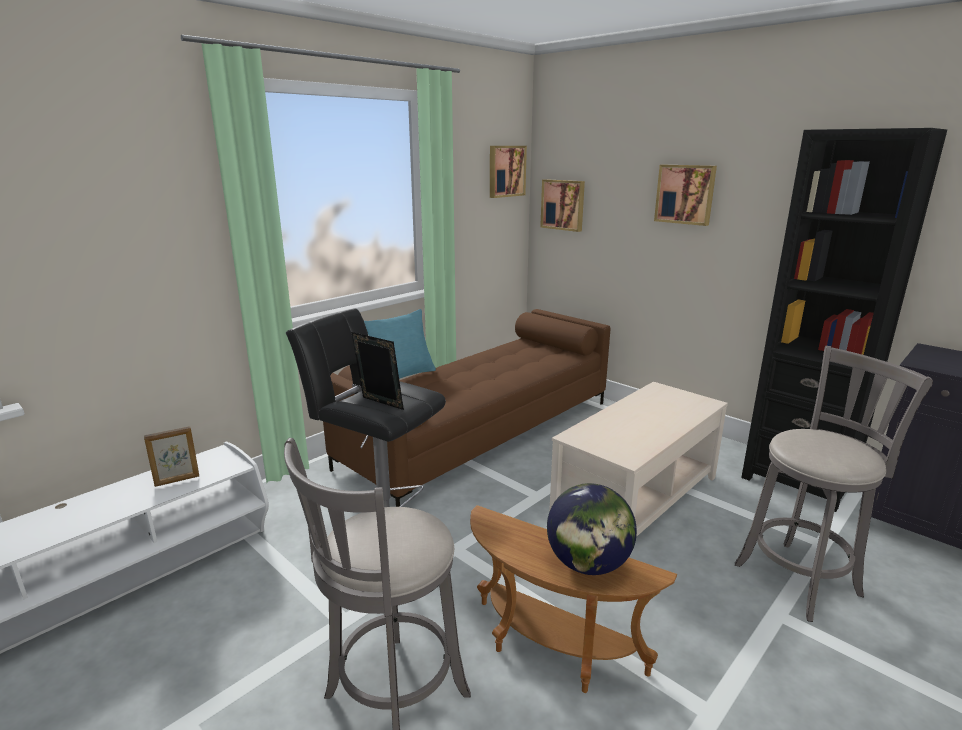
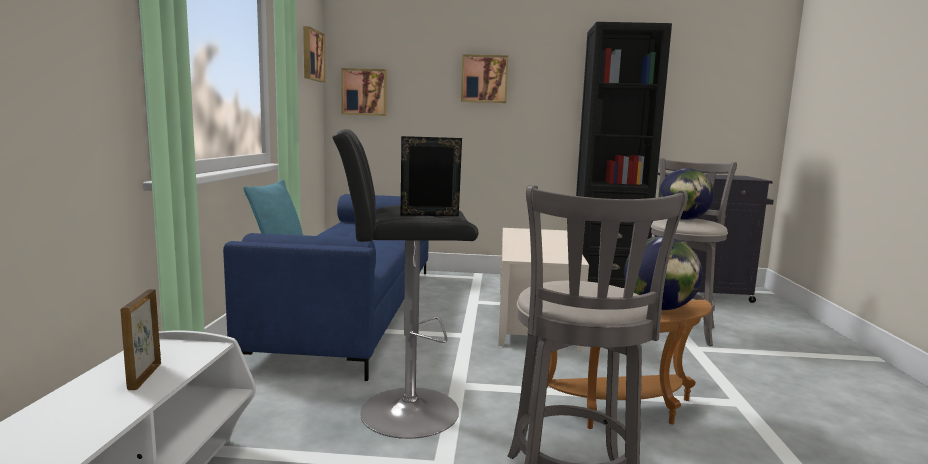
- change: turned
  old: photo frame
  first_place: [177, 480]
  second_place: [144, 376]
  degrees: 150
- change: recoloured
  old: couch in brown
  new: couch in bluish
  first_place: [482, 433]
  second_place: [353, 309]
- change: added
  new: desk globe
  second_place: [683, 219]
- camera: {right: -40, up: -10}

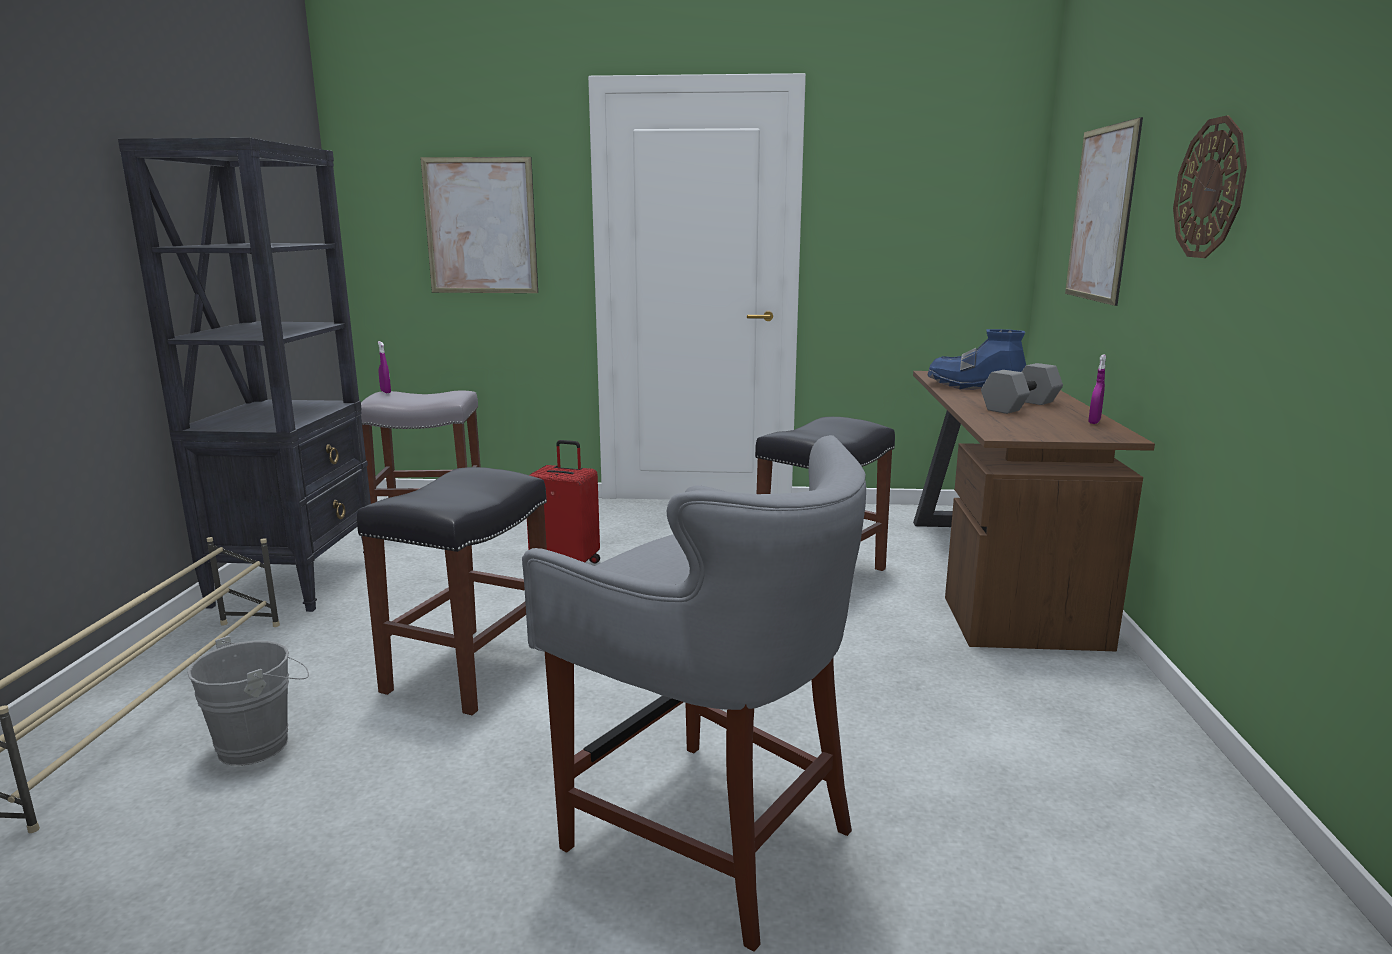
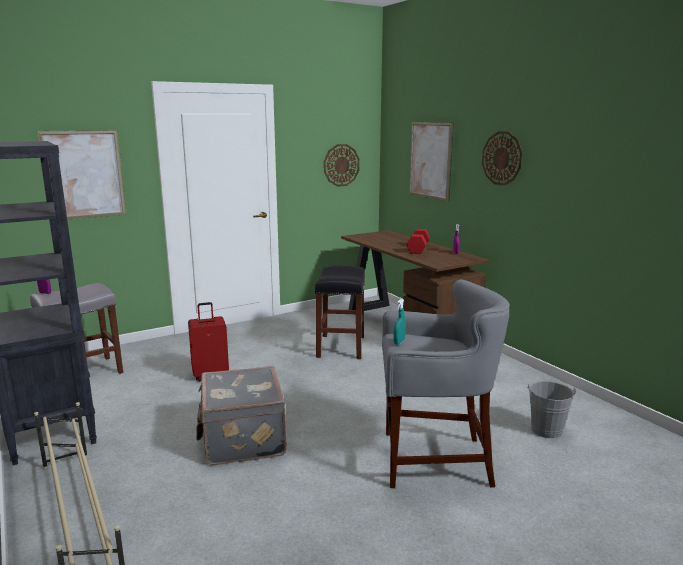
- change: moved
  old: water bucket in grey
  first_place: [261, 743]
  second_place: [546, 428]
- change: replaced
  old: stool in black
  new: piece of luggage in grey
  first_place: [469, 670]
  second_place: [242, 439]
- change: removed
  old: boot in bluish
  first_place: [975, 386]
- change: recoloured
  old: dumbbell in grey
  new: dumbbell in reddish
  first_place: [1021, 406]
  second_place: [418, 249]
- change: added
  new: wall clock
  second_place: [341, 165]
- change: added
  new: hand sprayer in turquoise
  second_place: [399, 342]
- camera: {right: -35, up: 0}

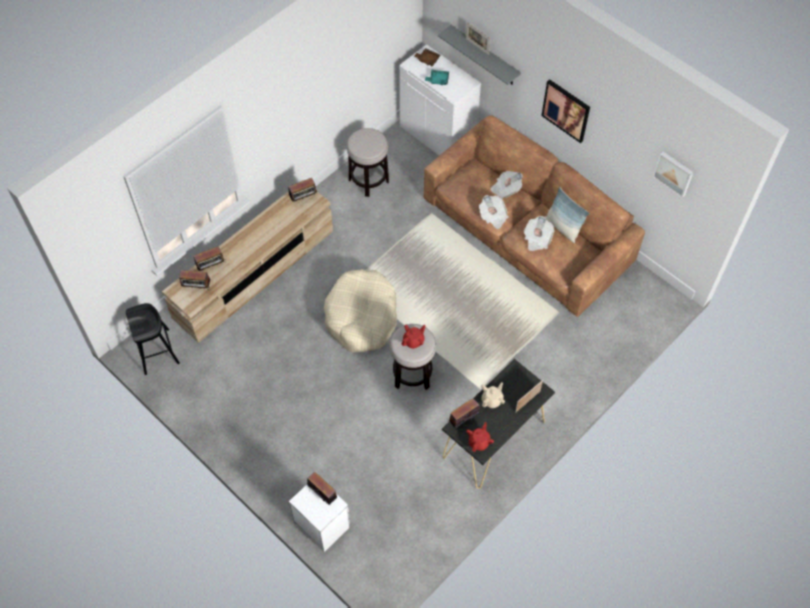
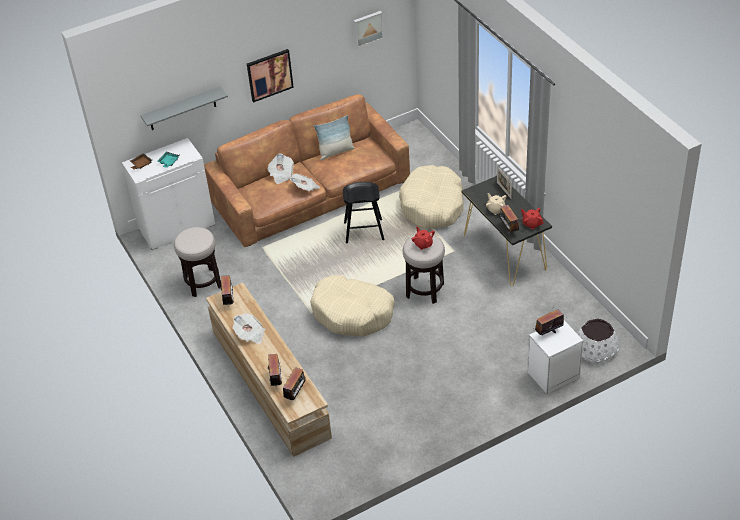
- change: moved
  old: stool in black
  first_place: [156, 351]
  second_place: [363, 231]
- change: removed
  old: photo frame
  first_place: [477, 46]
- change: moved
  old: newspaper
  first_place: [537, 239]
  second_place: [250, 334]
- change: added
  new: dog bed in beige-coloured
  second_place: [432, 205]
- change: added
  new: flower pot in whitish
  second_place: [595, 349]
- camera: {right: -70, up: -15}

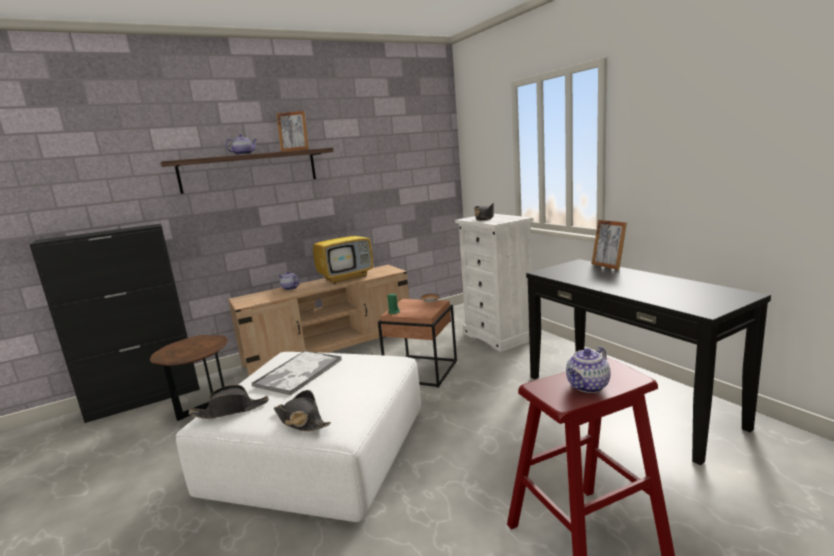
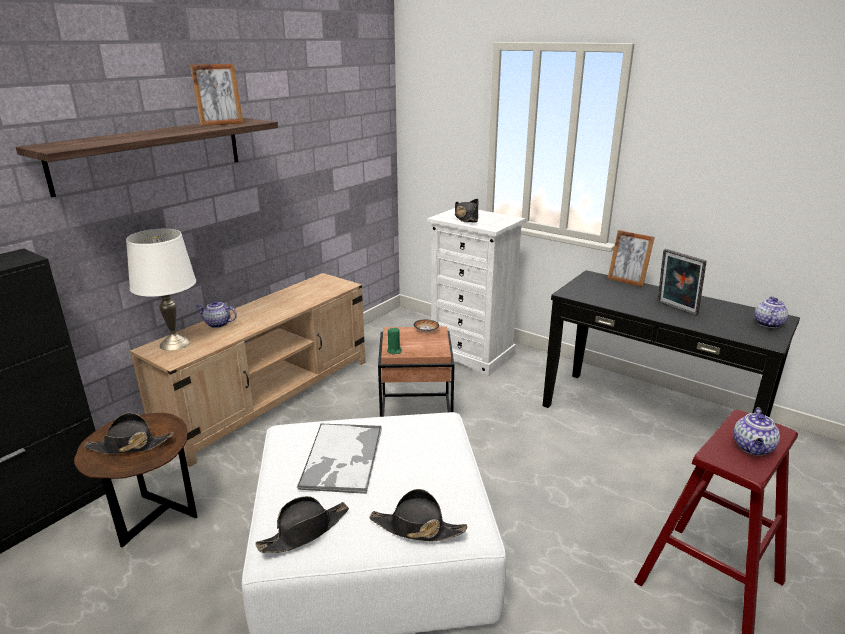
- change: moved
  old: tea pot
  first_place: [244, 154]
  second_place: [767, 323]
- change: removed
  old: TV
  first_place: [347, 278]
- change: added
  new: hat in black
  second_place: [130, 445]
- change: added
  new: lamp for a table in whitish
  second_place: [174, 343]
- change: added
  new: photo frame
  second_place: [675, 309]
- camera: {right: -25, up: 10}

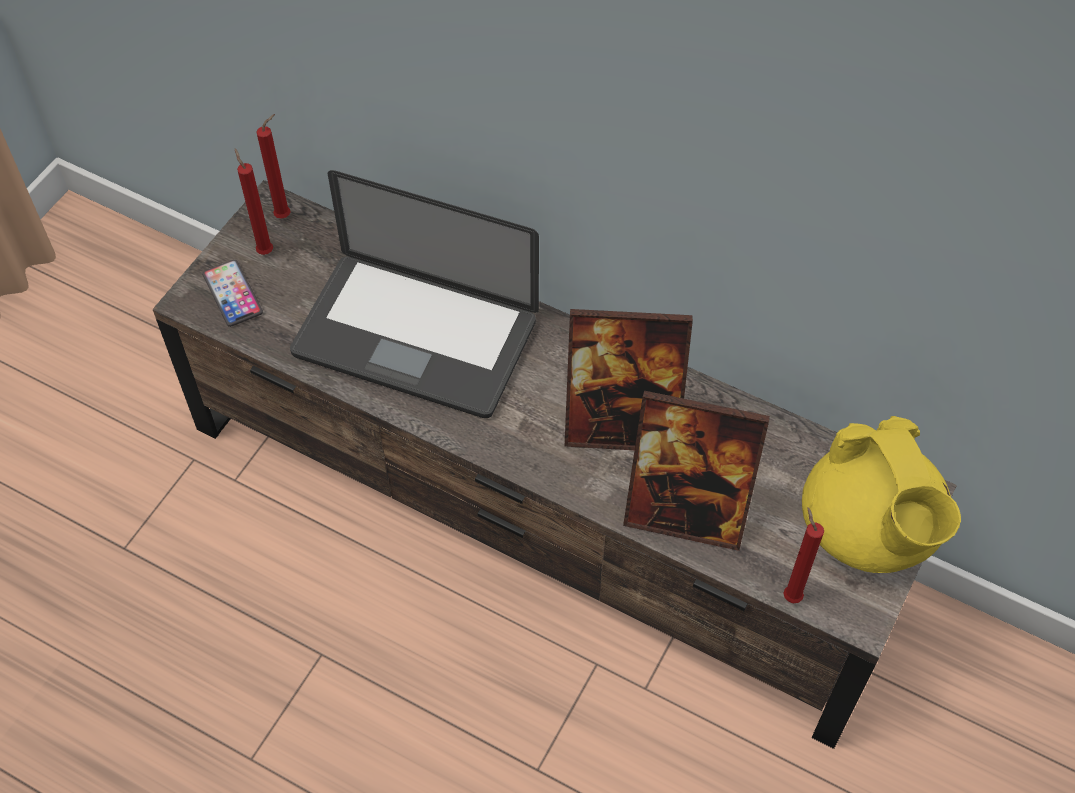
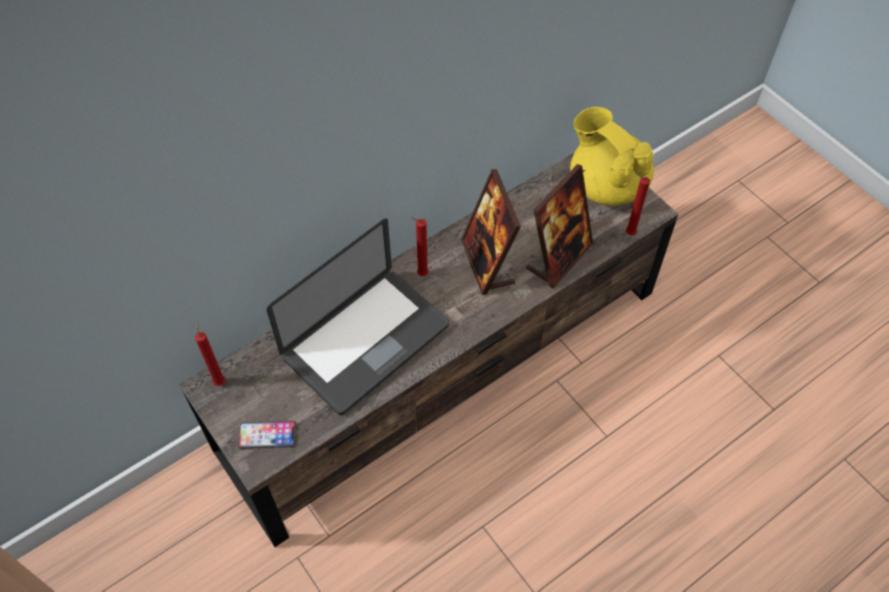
- change: moved
  old: candle in reddish
  first_place: [264, 250]
  second_place: [420, 274]
- change: turned
  old: photo frame
  first_place: [622, 426]
  second_place: [487, 263]
  degrees: 135
- change: turned
  old: tea pot in yellow-coloured
  first_place: [869, 531]
  second_place: [606, 185]
  degrees: -135
- camera: {right: -65, up: 0}

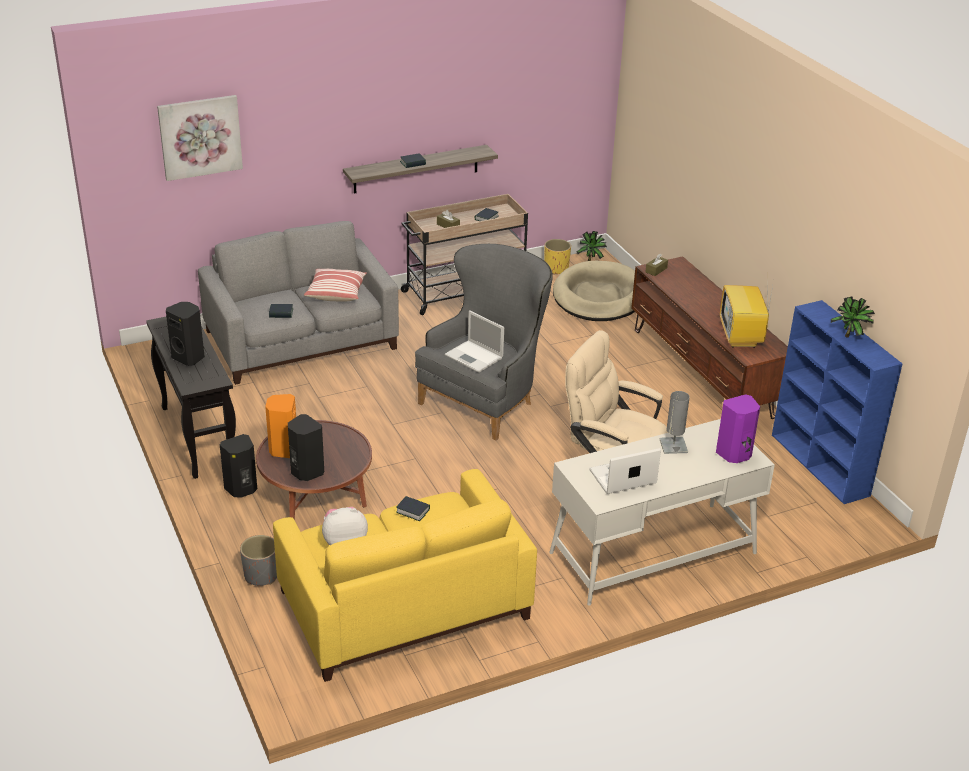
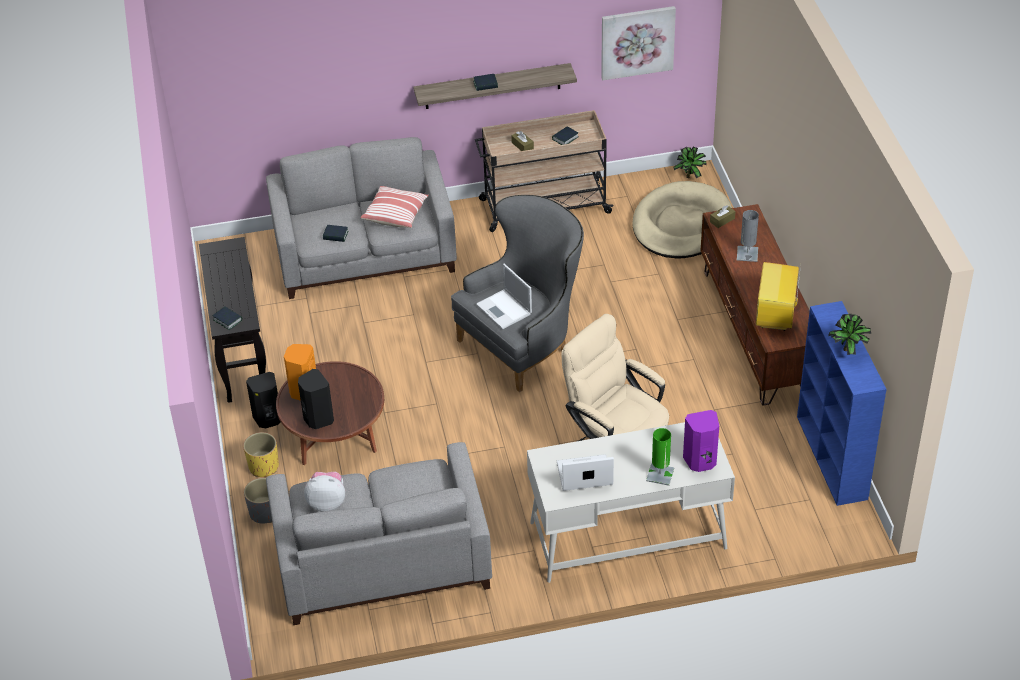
- change: moved
  old: wall picture
  first_place: [200, 136]
  second_place: [637, 41]
- change: removed
  old: speaker in black
  first_place: [189, 357]
- change: recoloured
  old: couch in yellow-coloured
  new: couch in grey
  first_place: [403, 603]
  second_place: [382, 558]
- change: moved
  old: bound book
  first_place: [412, 511]
  second_place: [227, 320]
- change: moved
  old: flower pot in yellow-coloured
  first_place: [556, 269]
  second_place: [263, 466]
- change: moved
  old: lamp for a table in grey
  first_place: [673, 446]
  second_place: [747, 254]
- change: added
  new: lamp for a table in green
  second_place: [660, 474]
- camera: {right: 15, up: 10}

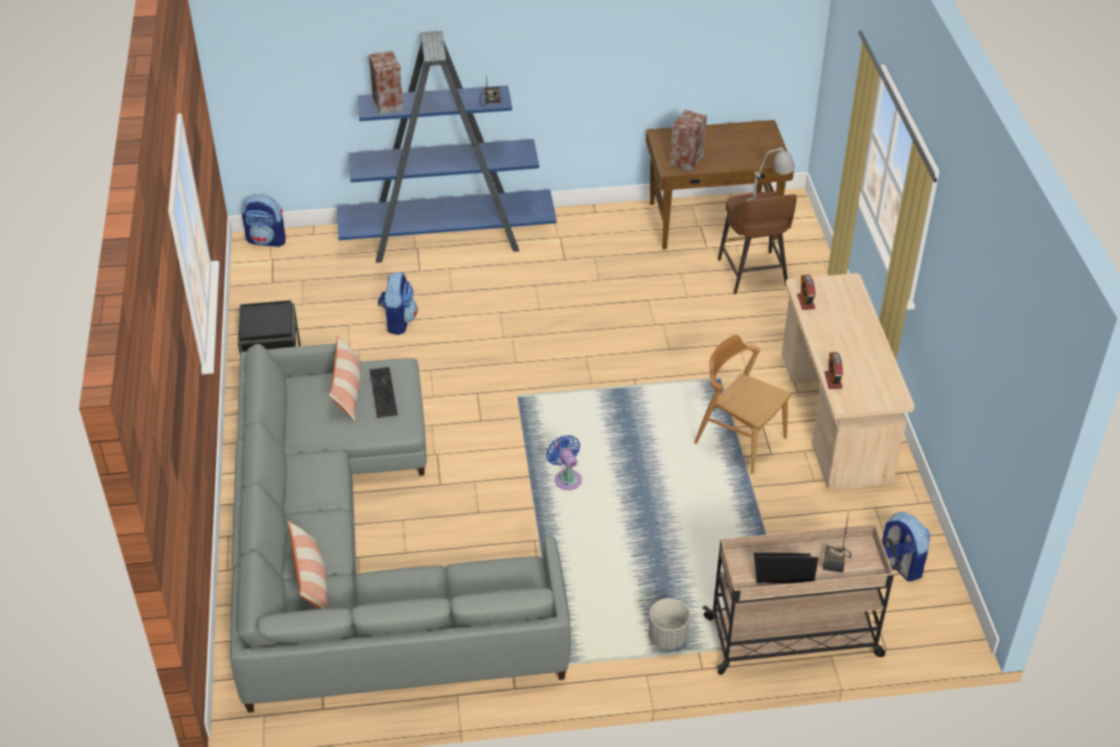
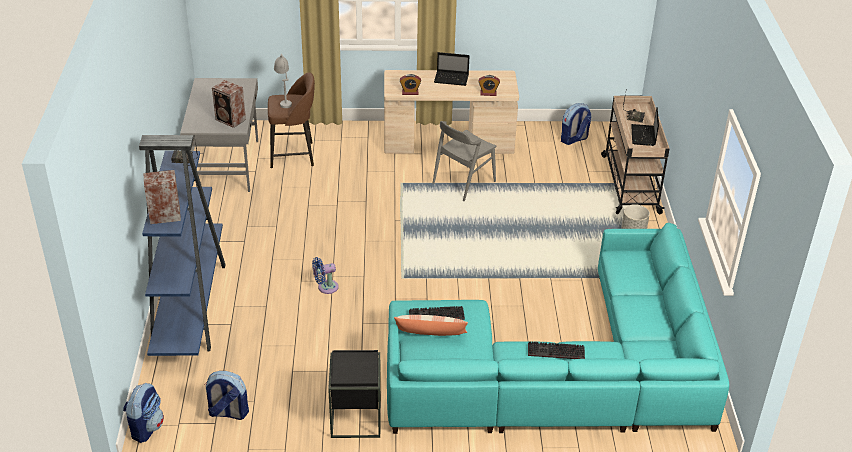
- change: recoloured
  old: couch in grey
  new: couch in turquoise
  first_place: [357, 554]
  second_place: [562, 370]
- change: removed
  old: pillow
  first_place: [311, 580]
- change: moved
  old: backpack
  first_place: [398, 321]
  second_place: [228, 413]
- change: moved
  old: electric fan in bluish
  first_place: [566, 478]
  second_place: [325, 287]
- change: recoloured
  old: desk unit in brown
  new: desk unit in grey
  first_place: [713, 222]
  second_place: [226, 164]
- change: recoloured
  old: upright chair in brown
  new: upright chair in grey
  first_place: [740, 440]
  second_place: [463, 182]
- change: added
  new: portable computer
  second_place: [452, 79]
- change: added
  new: keyboard
  second_place: [555, 352]
- camera: {right: -85, up: -5}

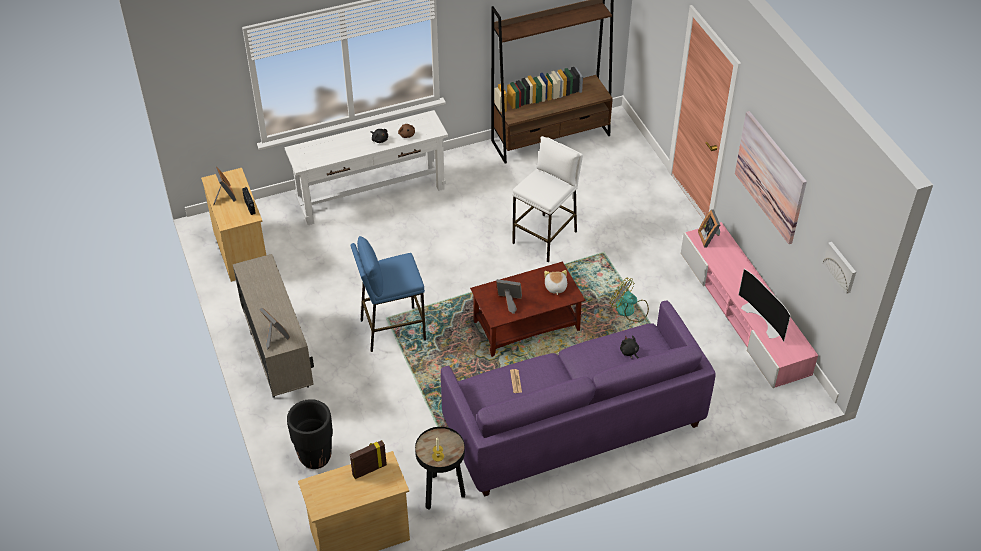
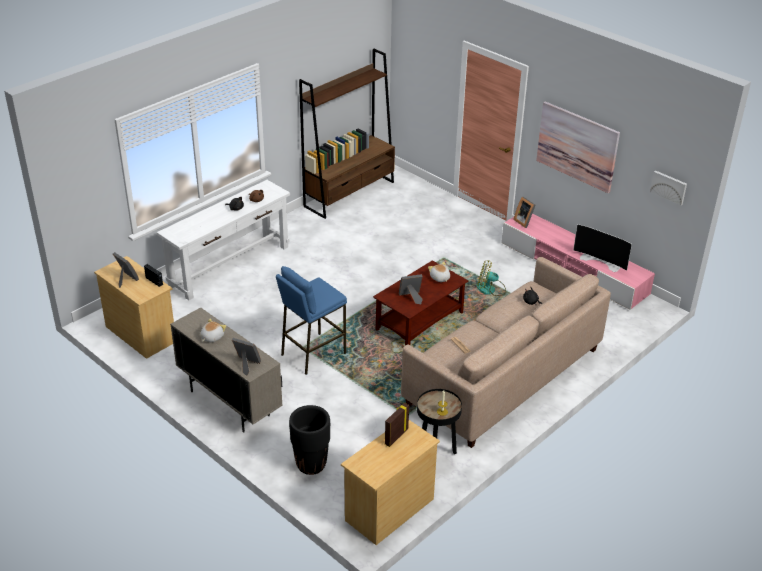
- change: recoloured
  old: couch in purple
  new: couch in beige-coloured
  first_place: [573, 424]
  second_place: [503, 376]
- change: removed
  old: stool in whitish
  first_place: [546, 237]
- change: added
  new: plush toy
  second_place: [212, 337]
- camera: {right: -25, up: -10}

